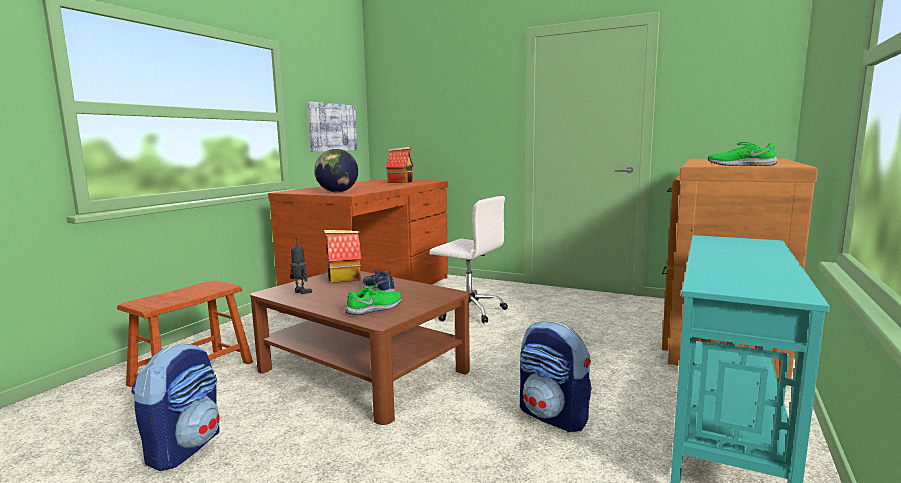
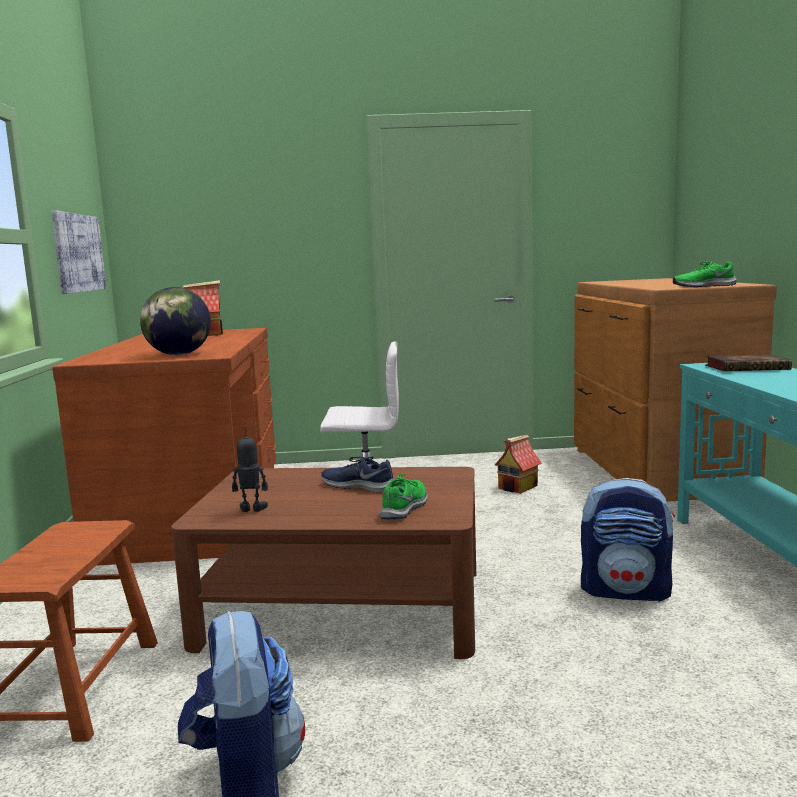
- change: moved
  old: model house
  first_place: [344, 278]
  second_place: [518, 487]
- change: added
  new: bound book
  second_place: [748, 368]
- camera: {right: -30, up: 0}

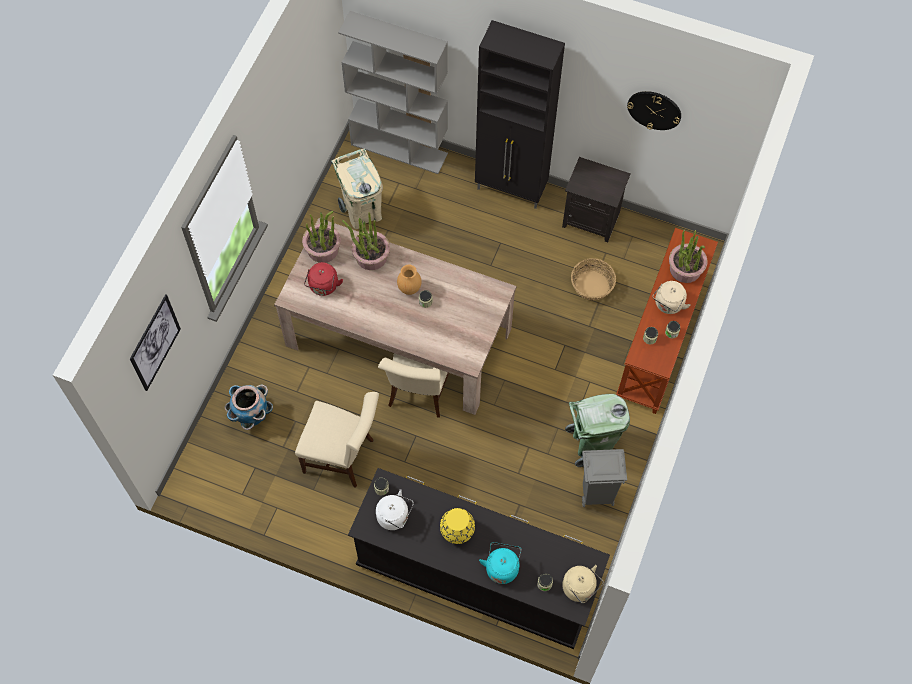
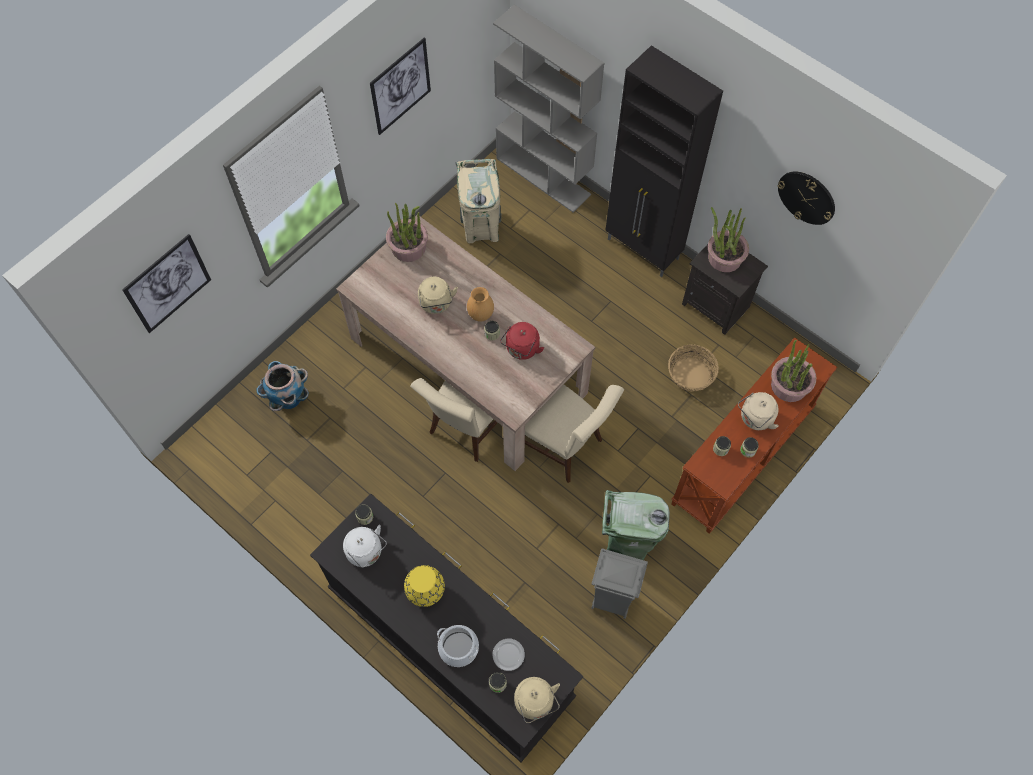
- change: moved
  old: upright chair in beige-coloured
  first_place: [343, 456]
  second_place: [565, 447]
- change: moved
  old: kettle in reddish
  first_place: [323, 287]
  second_place: [521, 349]
- change: moved
  old: potted plant
  first_place: [371, 256]
  second_place: [724, 257]
- change: replaced
  old: kettle in turquoise
  new: stockpot
  first_place: [502, 567]
  second_place: [458, 648]
- change: added
  new: wall picture
  second_place: [400, 86]
- change: added
  new: kettle in beige-coloured
  second_place: [436, 304]
- change: added
  new: plate
  second_place: [509, 655]
- camera: {right: 20, up: 0}

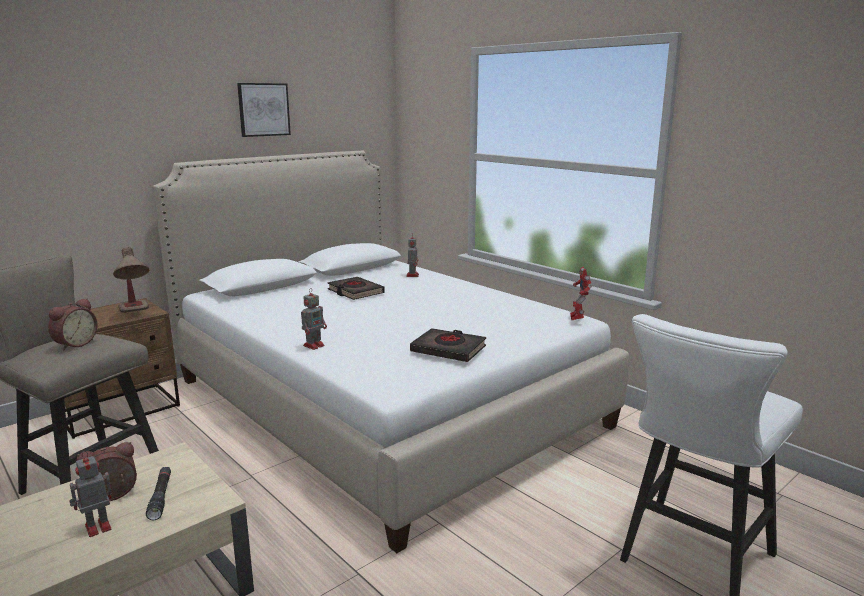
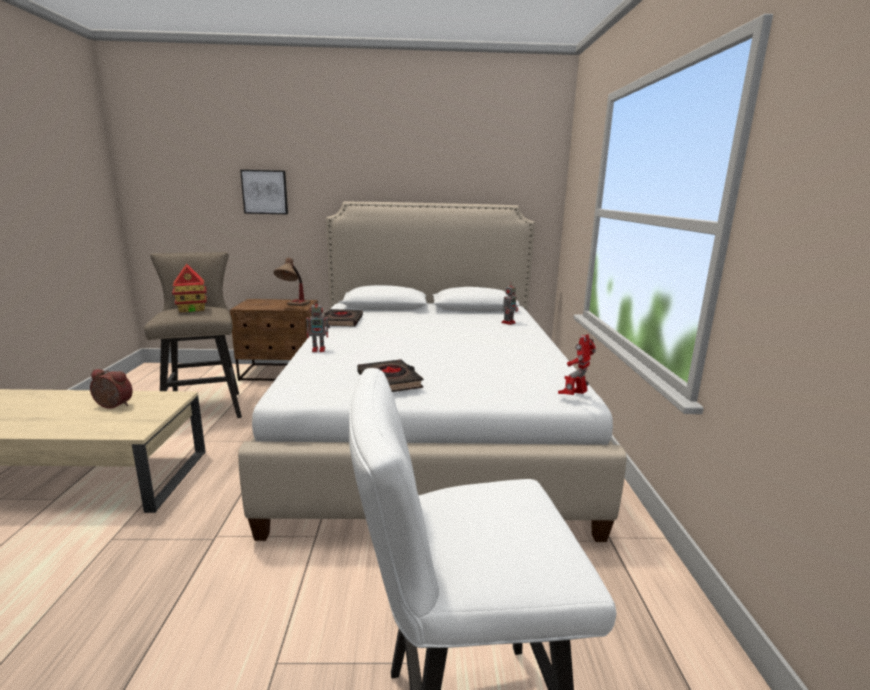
- change: replaced
  old: table clock
  new: model house
  first_place: [74, 344]
  second_place: [192, 309]
- change: removed
  old: robot figure
  first_place: [96, 527]
- change: removed
  old: flashlight in black
  first_place: [161, 497]
- change: moved
  old: wall picture
  first_place: [263, 109]
  second_place: [265, 192]
- change: moved
  old: bound book in black
  first_place: [355, 292]
  second_place: [342, 321]
- camera: {right: 40, up: 0}

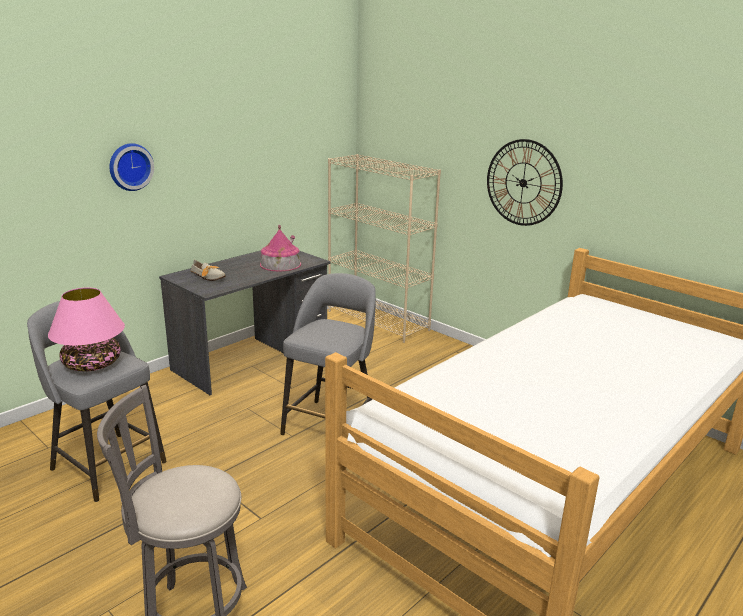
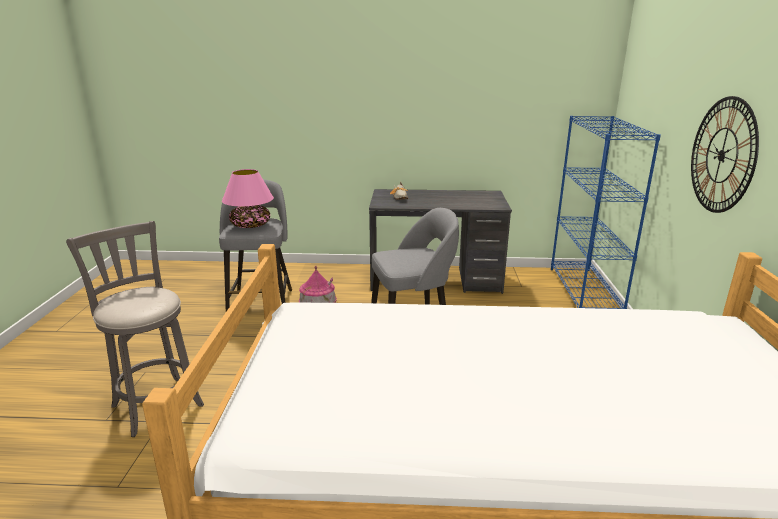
- change: removed
  old: wall clock
  first_place: [130, 166]
- change: moved
  old: model house
  first_place: [280, 264]
  second_place: [317, 300]
- change: recoloured
  old: bookshelf in beige-coloured
  new: bookshelf in bluish
  first_place: [378, 320]
  second_place: [584, 291]
- camera: {right: 50, up: 0}

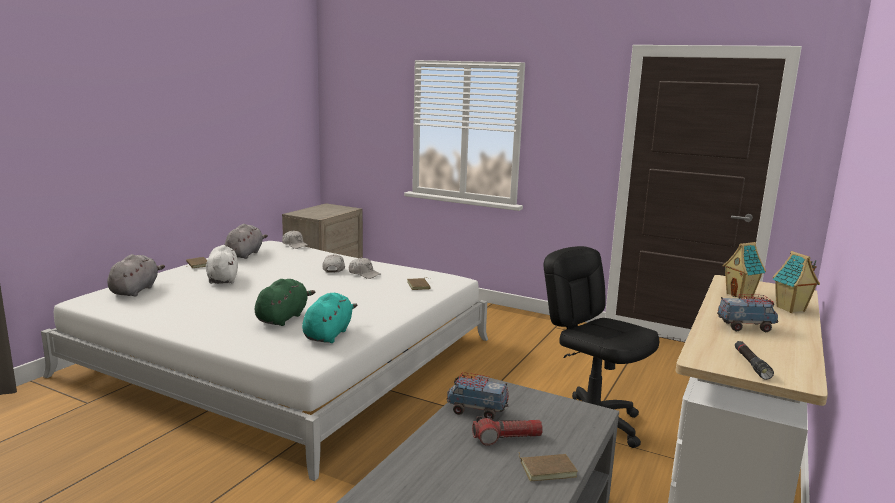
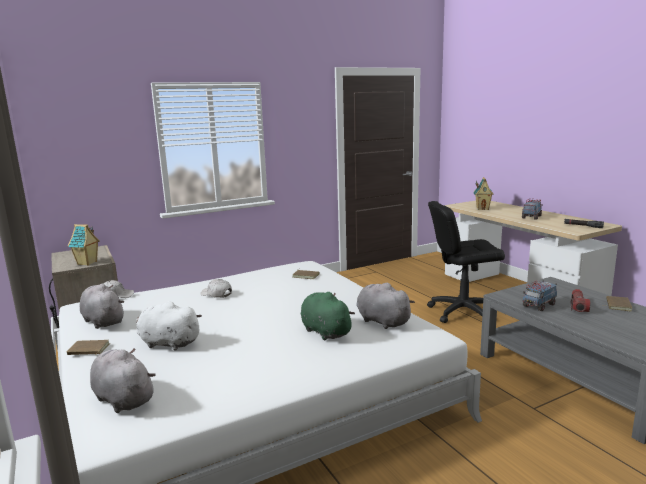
- change: recoloured
  old: plush toy in turquoise
  new: plush toy in grey
  first_place: [328, 334]
  second_place: [381, 321]
- change: removed
  old: peaked cap in whitish
  first_place: [364, 274]
- change: moved
  old: model house
  first_place: [791, 309]
  second_place: [87, 263]
- camera: {right: -55, up: 0}

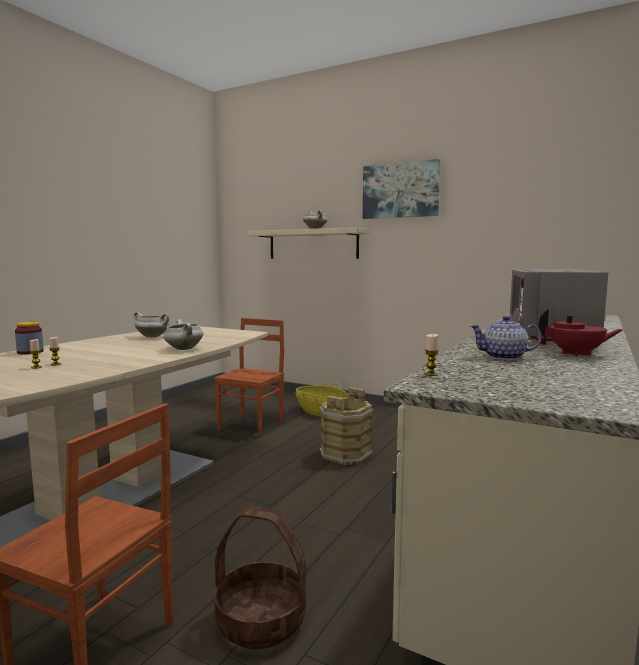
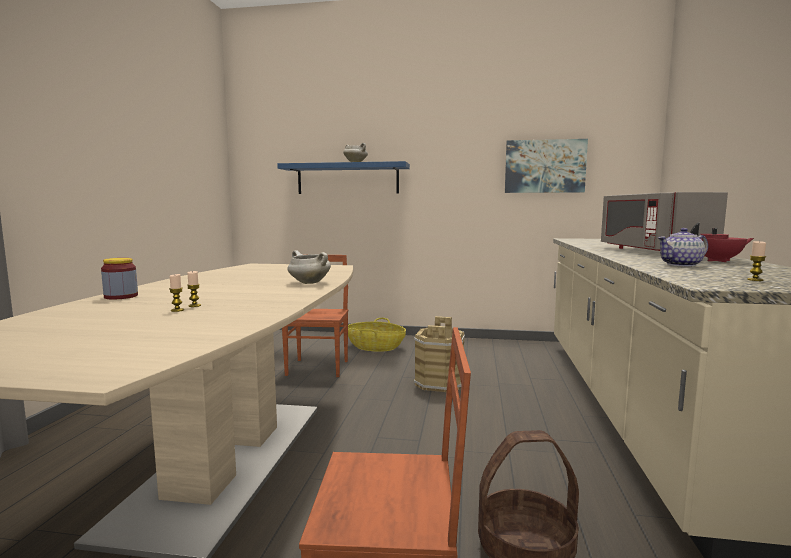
- change: removed
  old: stockpot in whitish
  first_place: [153, 337]
- change: recoloured
  old: bracket shelf in beige-coloured
  new: bracket shelf in bluish
  first_place: [312, 244]
  second_place: [347, 179]
- change: moved
  old: wall picture
  first_place: [400, 190]
  second_place: [544, 166]
- change: moved
  old: candle
  first_place: [431, 374]
  second_place: [755, 280]
- camera: {right: -20, up: 0}

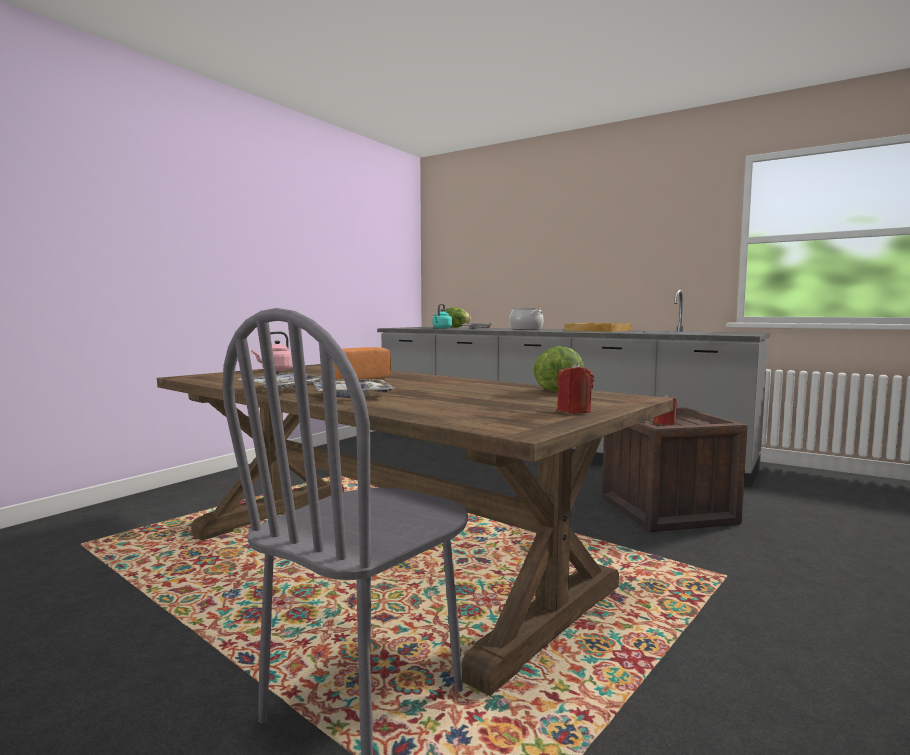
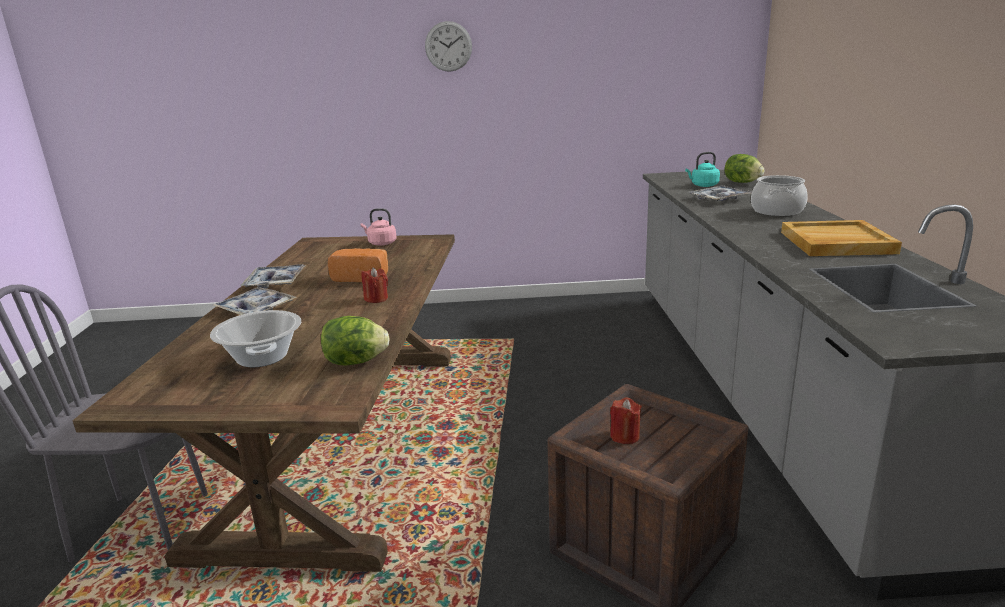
- change: moved
  old: candle in reddish
  first_place: [574, 411]
  second_place: [376, 299]
- change: added
  new: stockpot
  second_place: [262, 357]
- change: added
  new: wall clock
  second_place: [448, 46]
- camera: {right: 55, up: 15}

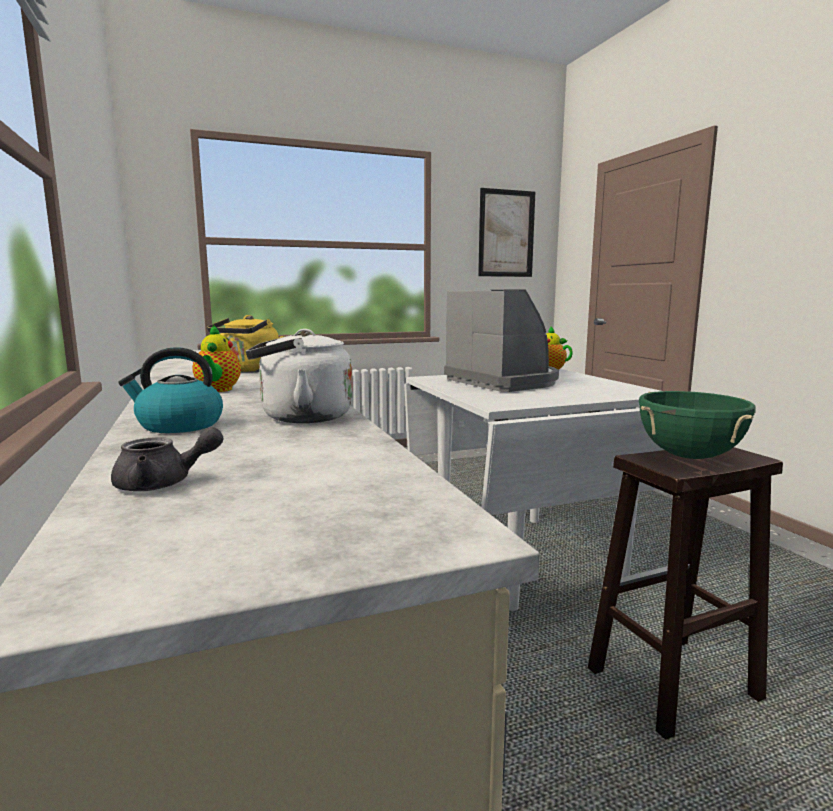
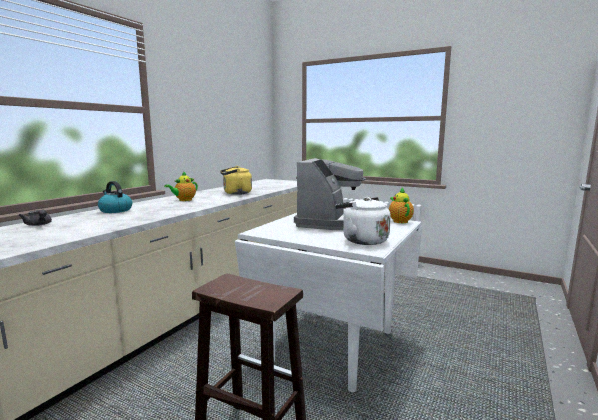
- change: moved
  old: kettle in whitish
  first_place: [300, 417]
  second_place: [362, 240]
- change: removed
  old: wall picture
  first_place: [506, 233]
- change: removed
  old: stockpot in green
  first_place: [689, 456]
- camera: {right: 50, up: 0}

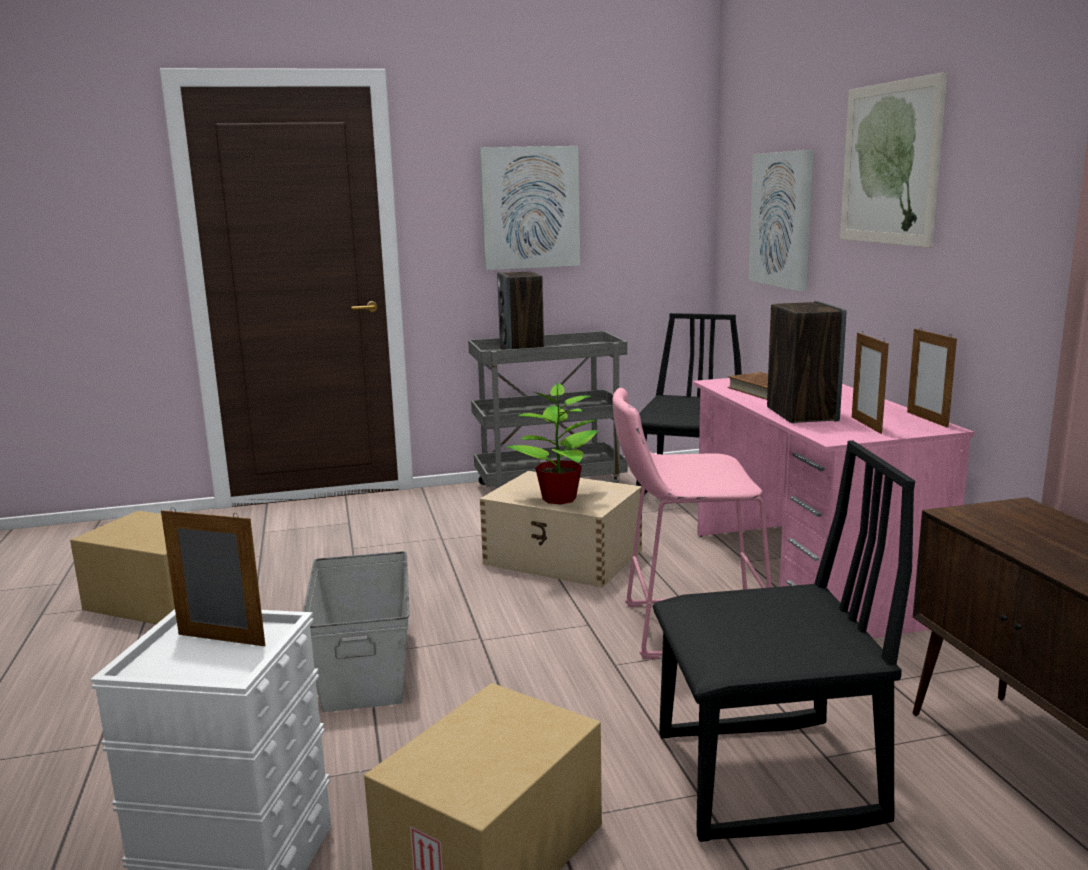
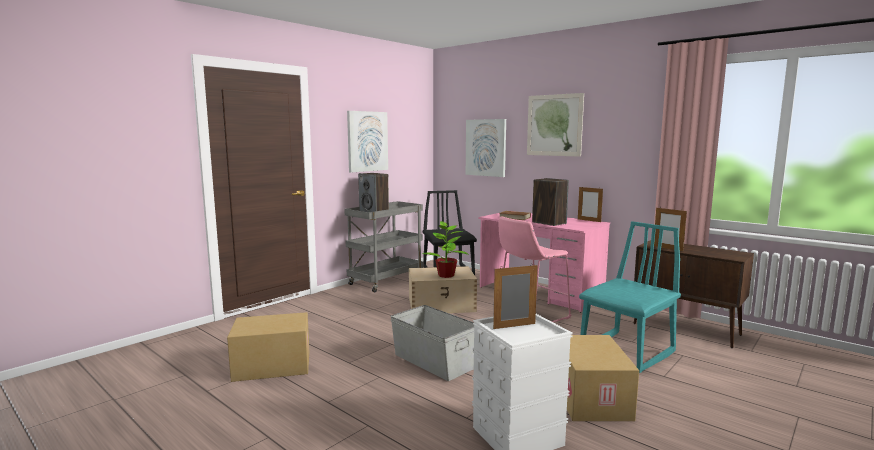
- change: recoloured
  old: upright chair in black
  new: upright chair in turquoise
  first_place: [767, 780]
  second_place: [627, 352]
- change: moved
  old: photo frame
  first_place: [866, 425]
  second_place: [667, 248]
- camera: {right: -35, up: -5}

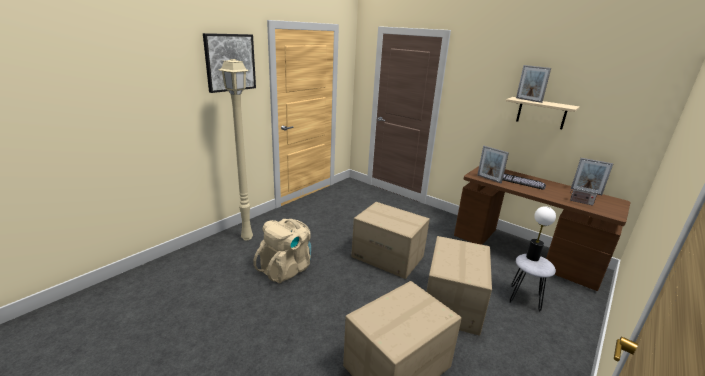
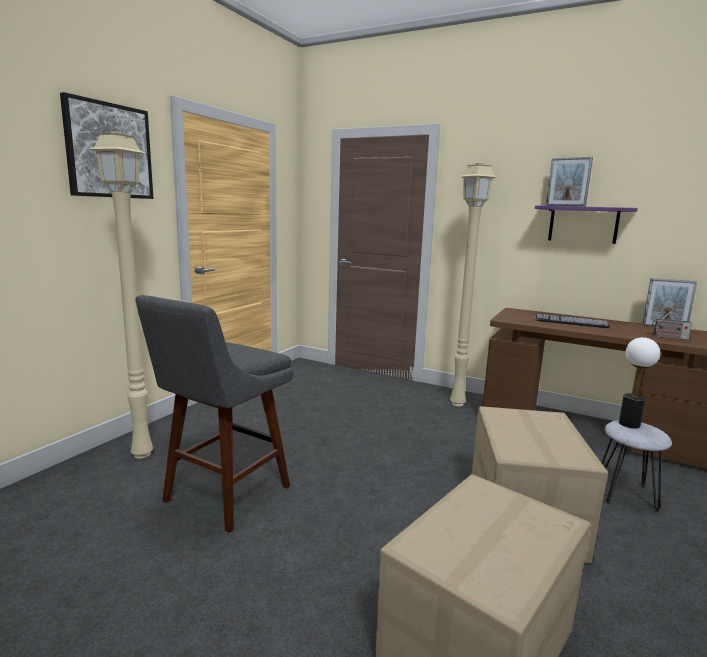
- change: replaced
  old: backpack in beige-coloured
  new: stool in grey
  first_place: [286, 269]
  second_place: [223, 496]
- change: removed
  old: packing box
  first_place: [388, 256]
- change: removed
  old: photo frame
  first_place: [489, 179]
- change: recoloured
  old: bracket shelf in beige-coloured
  new: bracket shelf in purple
  first_place: [541, 113]
  second_place: [583, 224]
- change: added
  new: standing lamp in beige-coloured
  second_place: [456, 403]
- camera: {right: -10, up: -10}

